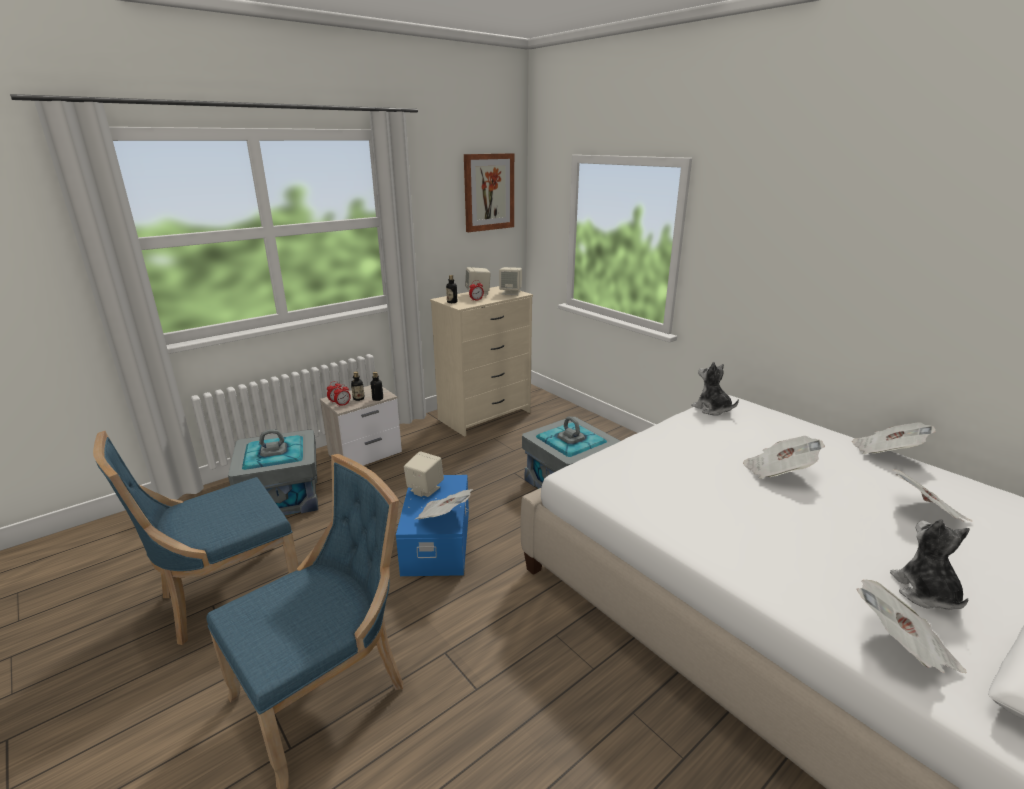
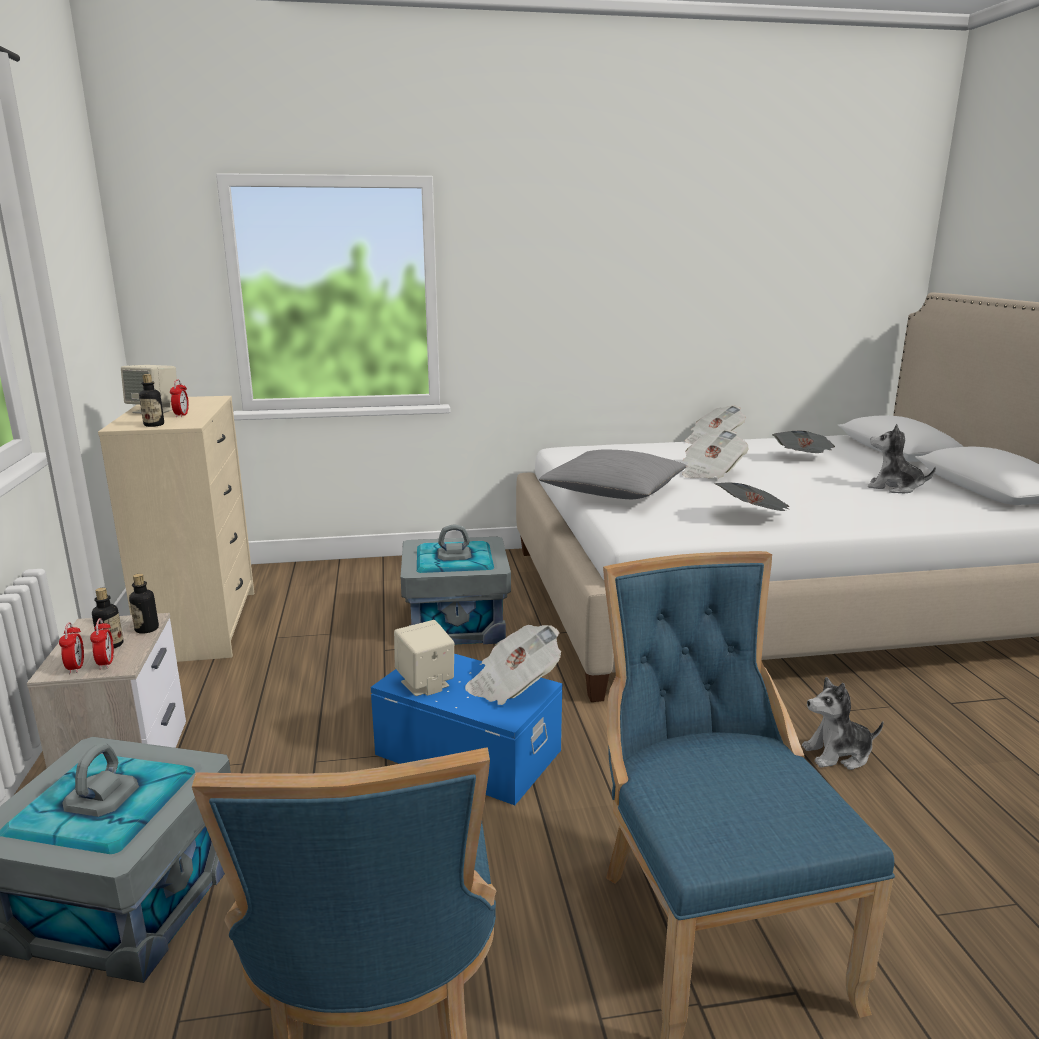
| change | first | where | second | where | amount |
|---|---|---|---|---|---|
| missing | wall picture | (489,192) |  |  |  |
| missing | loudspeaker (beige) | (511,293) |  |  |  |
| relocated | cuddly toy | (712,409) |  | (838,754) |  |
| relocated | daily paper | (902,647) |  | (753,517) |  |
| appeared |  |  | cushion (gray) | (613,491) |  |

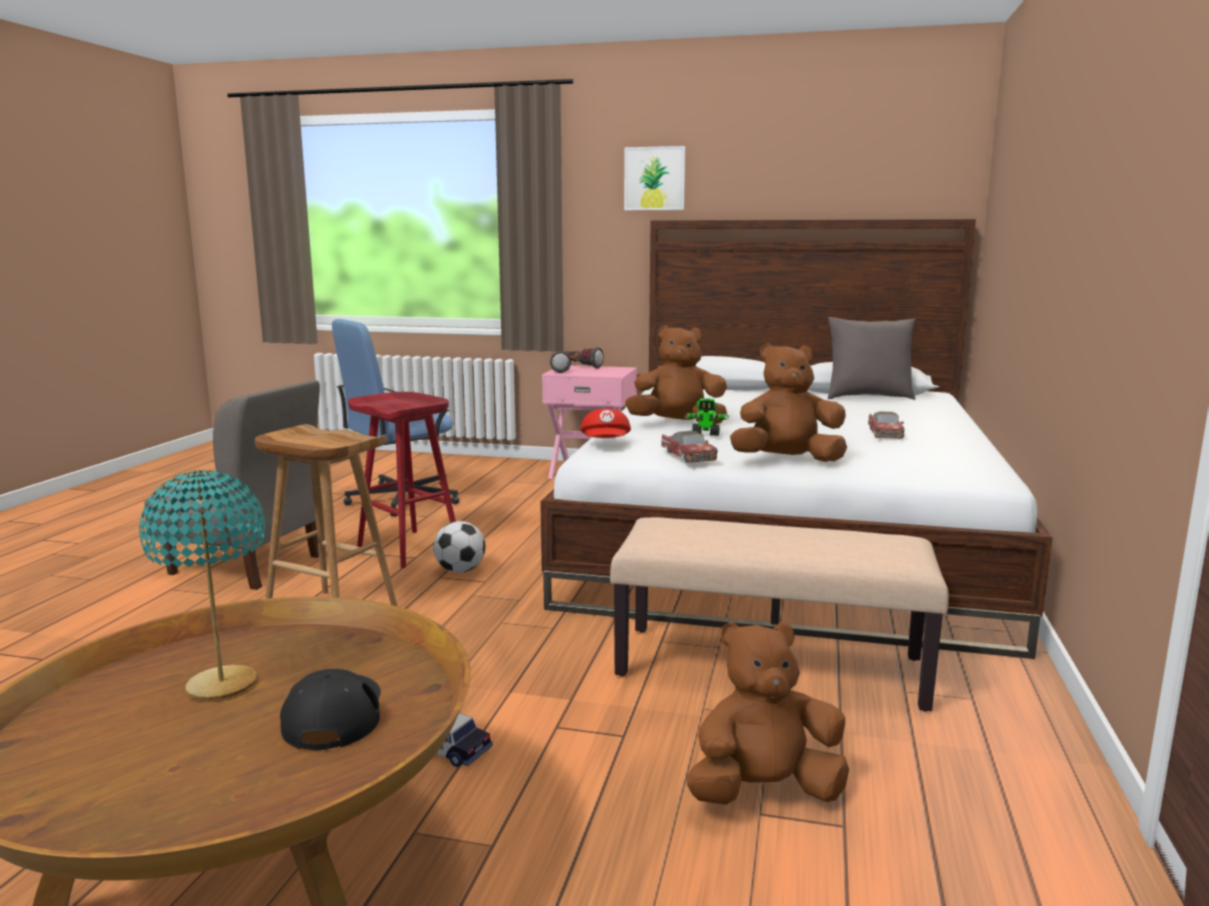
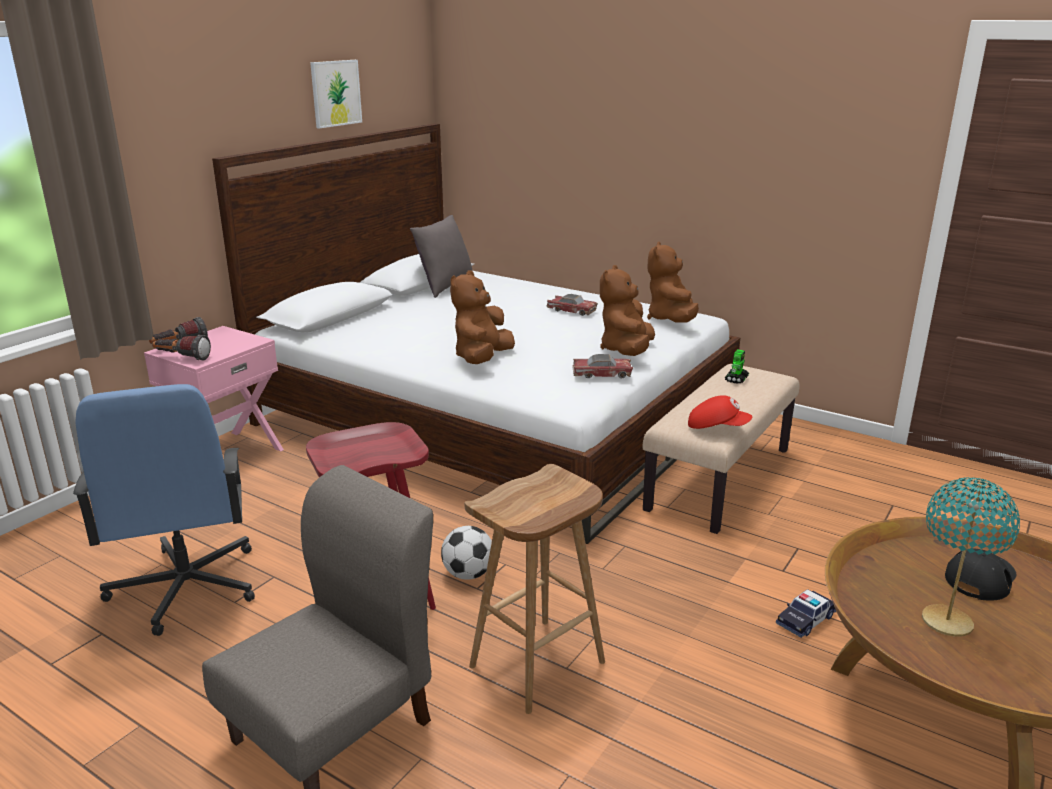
| change | first | where | second | where | amount |
|---|---|---|---|---|---|
| spun | cap (black) | (334,714) |  | (981,577) | 120 degrees clockwise |
| relocated | cap (red) | (606,444) |  | (717,427) |  |
| relocated | wall picture | (654,178) |  | (335,93) |  |
| relocated | toy robot | (706,434) |  | (736,379) |  |
| relocated | cuddly toy (brown-coloured) | (764,792) |  | (671,319) |  |

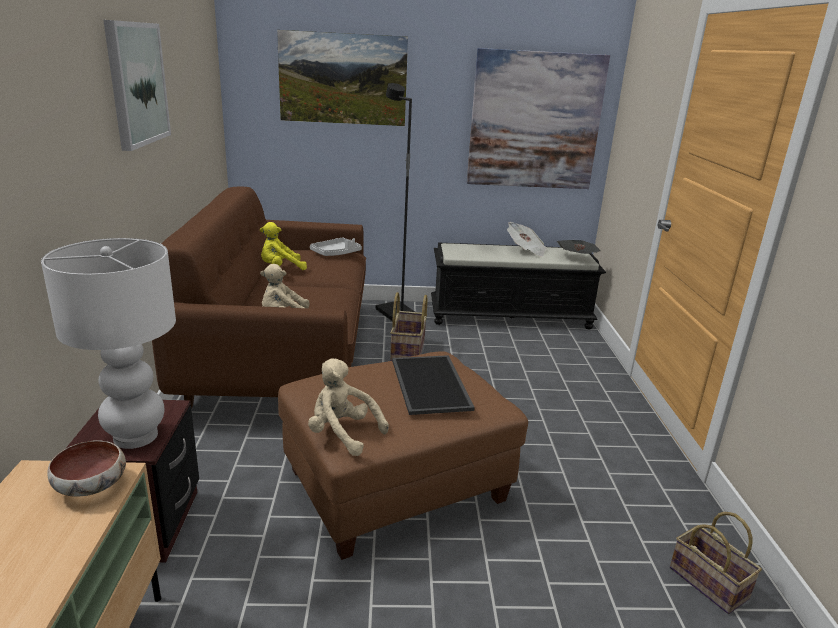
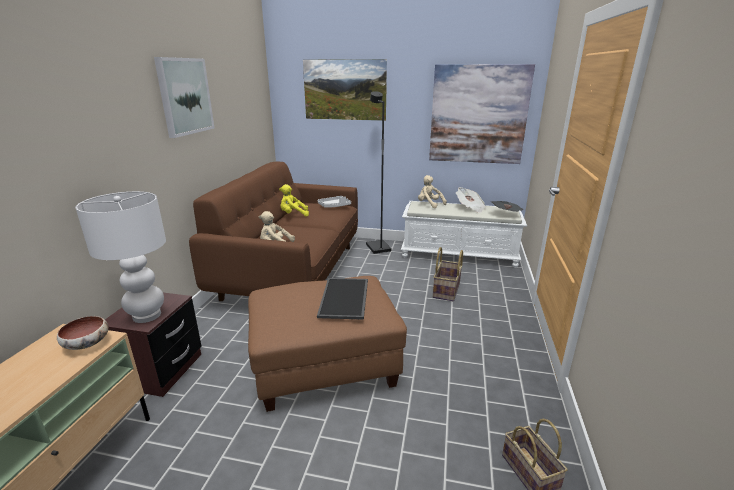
| change | first | where | second | where | amount |
|---|---|---|---|---|---|
| relocated | cuddly toy (beige) | (342,434) |  | (429,204) |  |
| relocated | storage basket | (408,351) |  | (447,290) |  |
| colour | indoor bench (black) | (511,316) | indoor bench (whitish) | (459,254) |  |

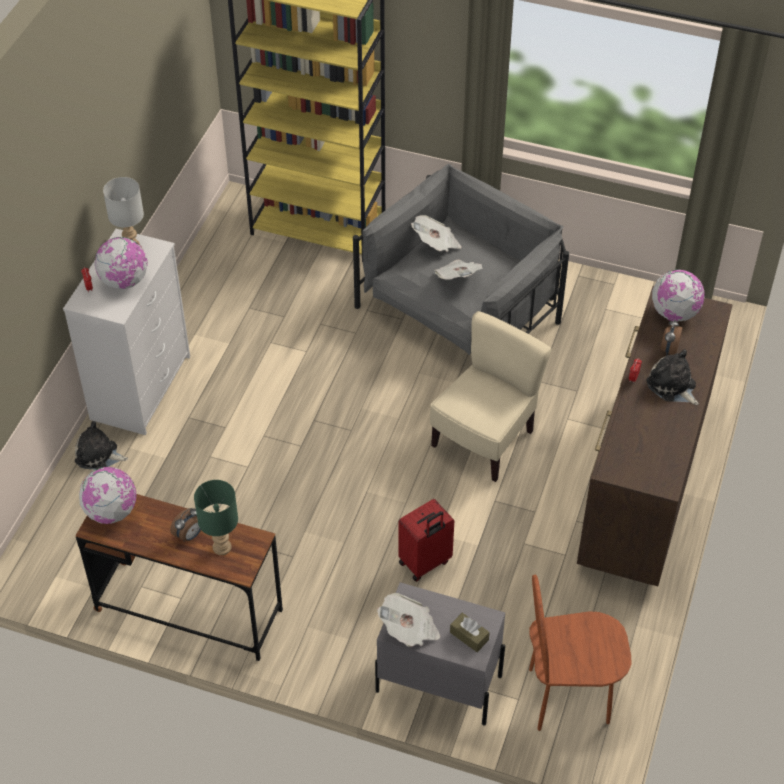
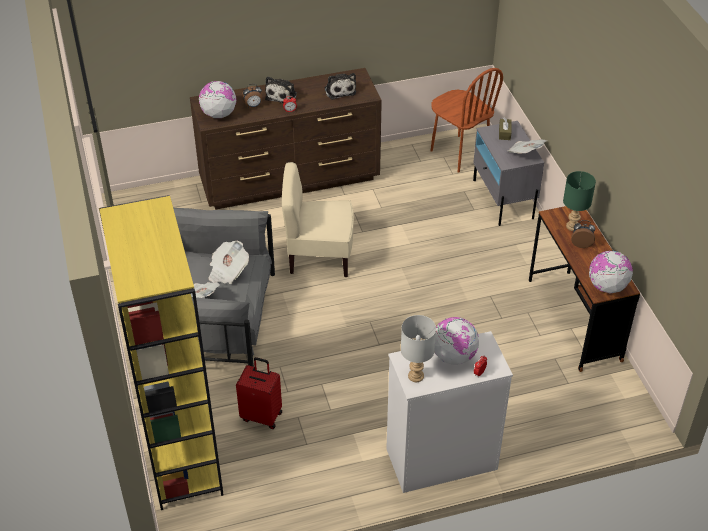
| change | first | where | second | where | amount |
|---|---|---|---|---|---|
| relocated | cuddly toy | (99,455) |  | (339,90) |  |
| relocated | suitcase (red) | (425,563) |  | (262,415) |  |

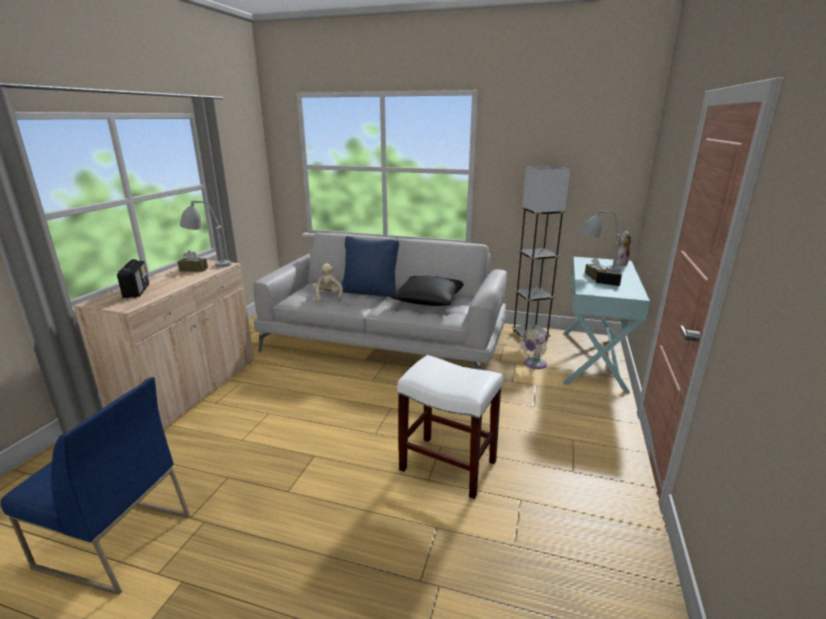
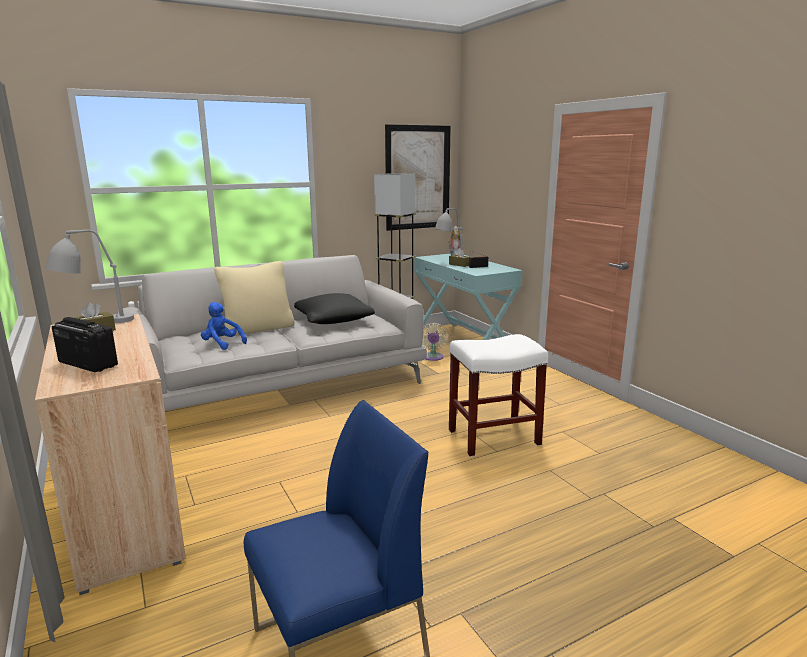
| change | first | where | second | where | amount |
|---|---|---|---|---|---|
| colour | cuddly toy (beige) | (328,297) | cuddly toy (blue-coloured) | (222,344) |  |
| colour | cushion (blue-coloured) | (370,292) | cushion (beige) | (258,329) |  |
| appeared |  |  | wall picture | (418,178) |  |

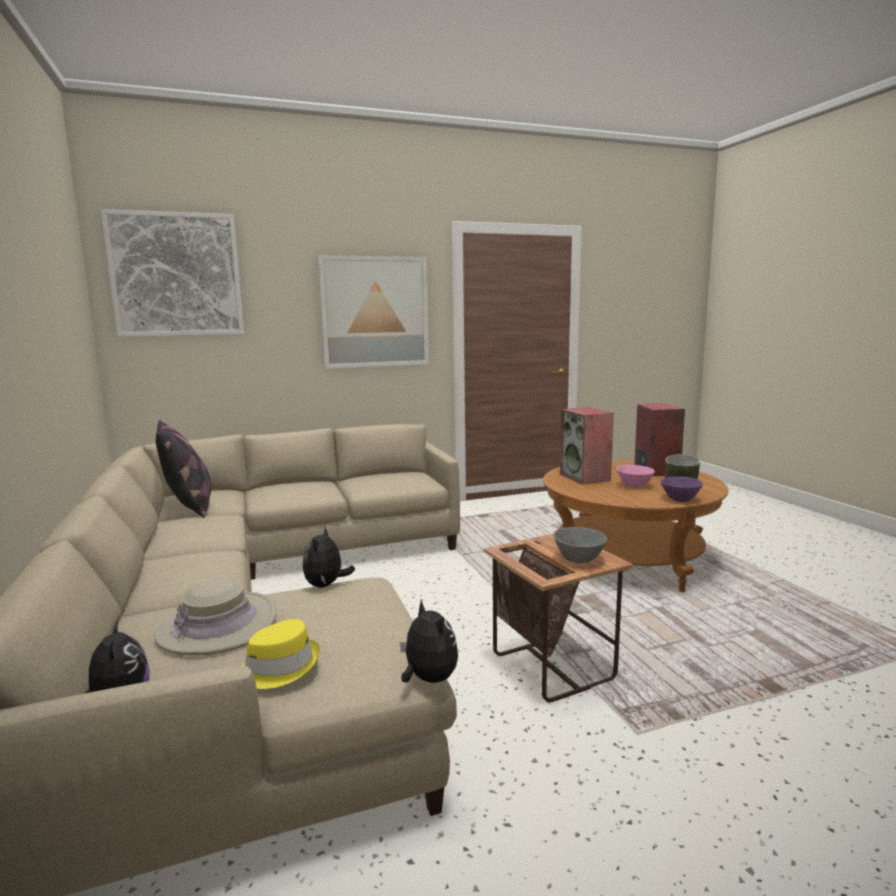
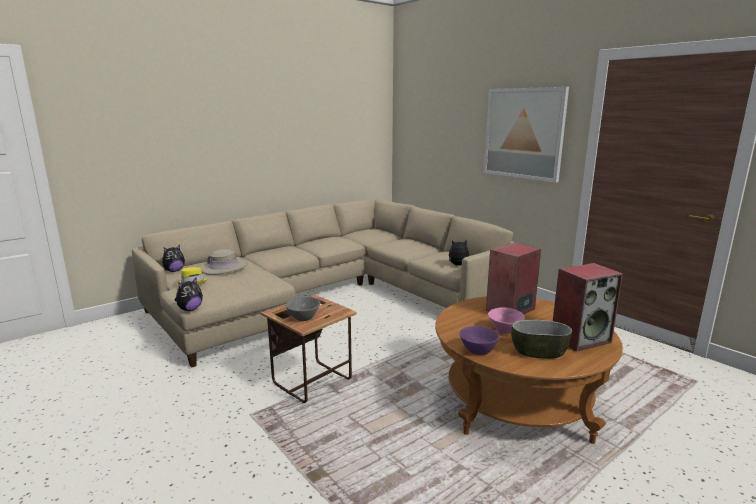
| change | first | where | second | where | amount |
|---|---|---|---|---|---|
| missing | wall picture | (176,275) |  |  |  |
| missing | cushion | (189,506) |  |  |  |
| relocated | cuddly toy | (326,585) |  | (458,265) |  |

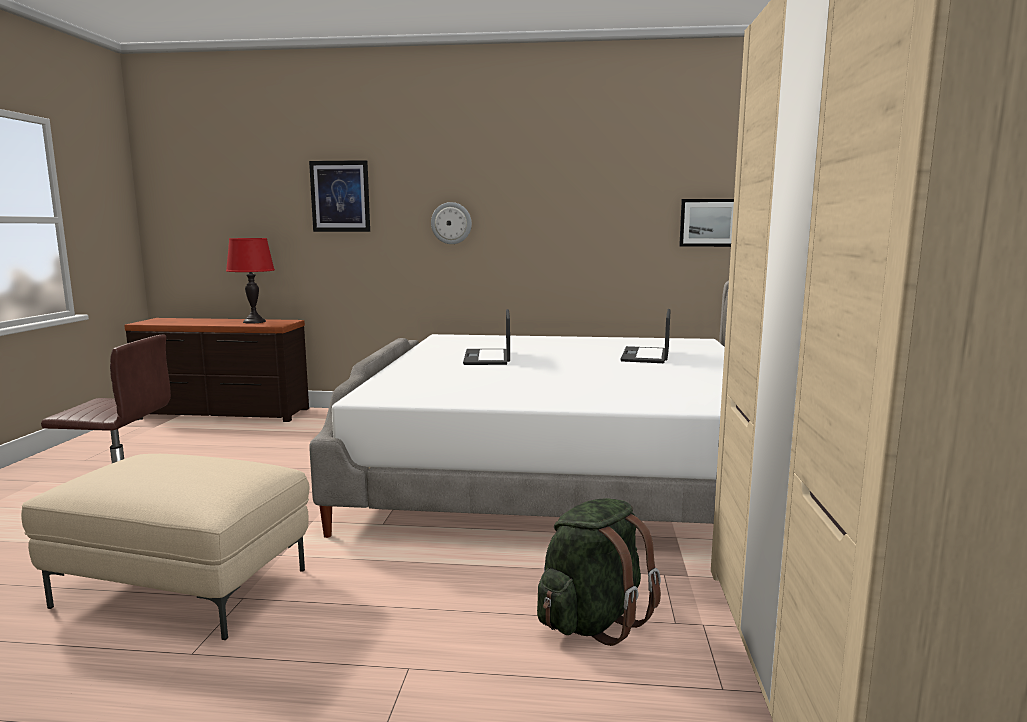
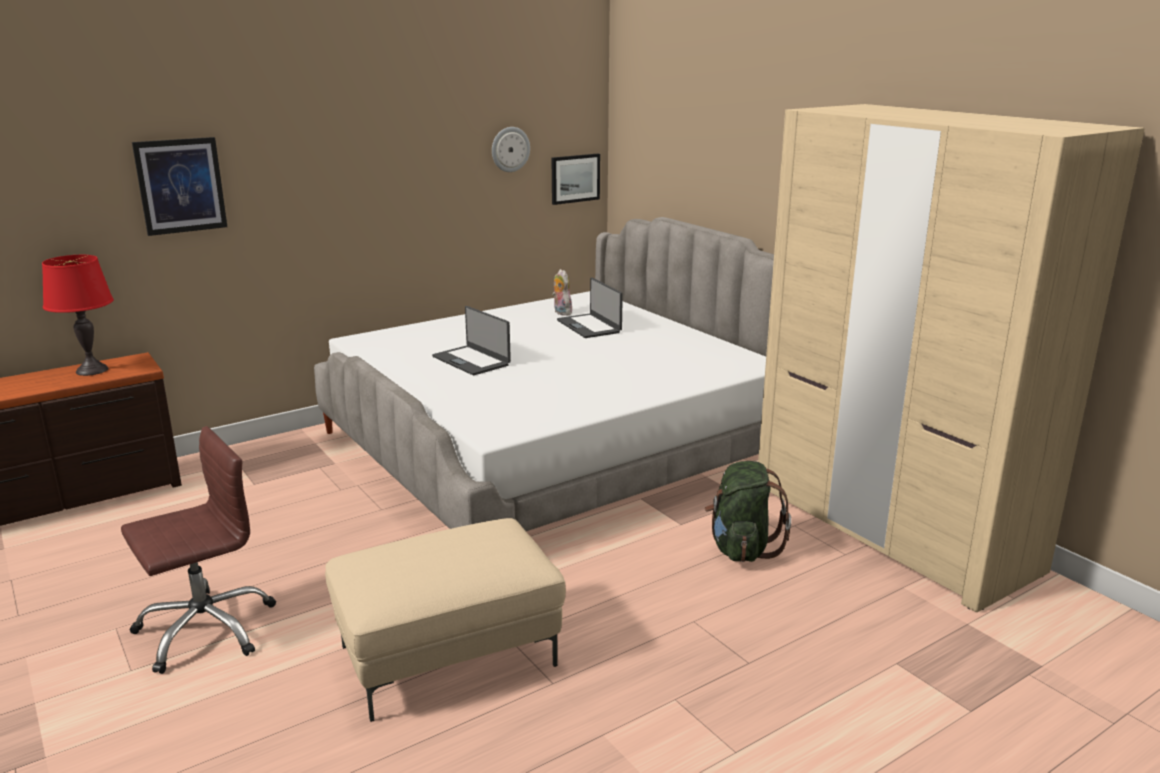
| change | first | where | second | where | amount |
|---|---|---|---|---|---|
| relocated | hanging clock | (451,223) |  | (510,149) |  |
| appeared |  |  | cuddly toy | (561,312) |  |

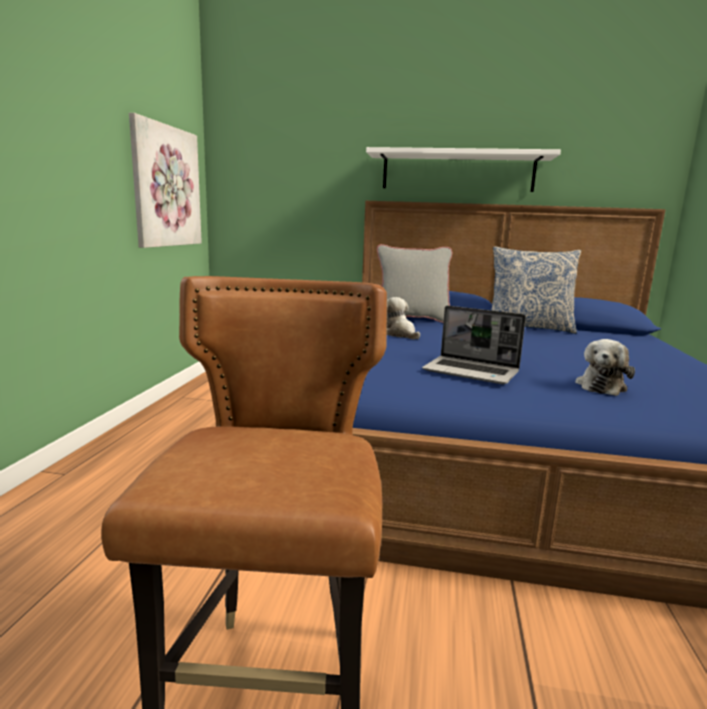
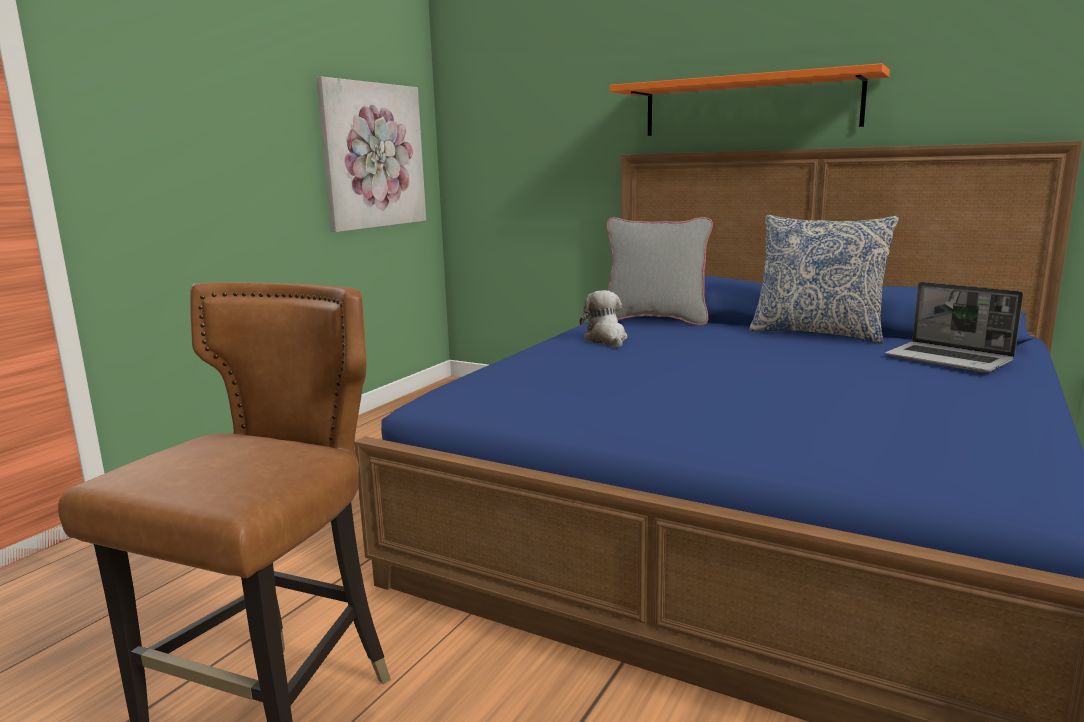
| change | first | where | second | where | amount |
|---|---|---|---|---|---|
| colour | wall shelf (whitish) | (457,172) | wall shelf (orange) | (749,106) |  |
| relocated | notebook computer | (472,372) |  | (950,359) |  |
| missing | cuddly toy | (601,386) |  |  |  |

